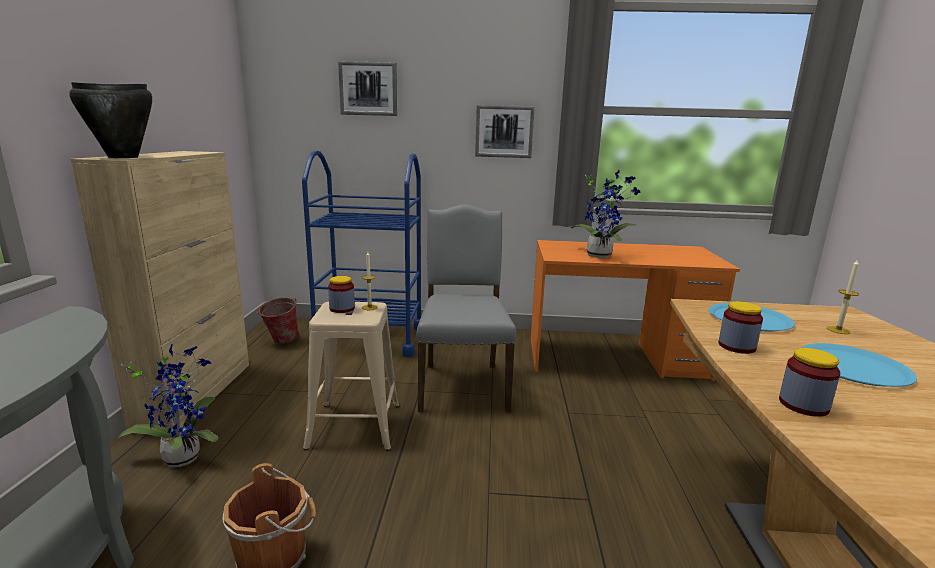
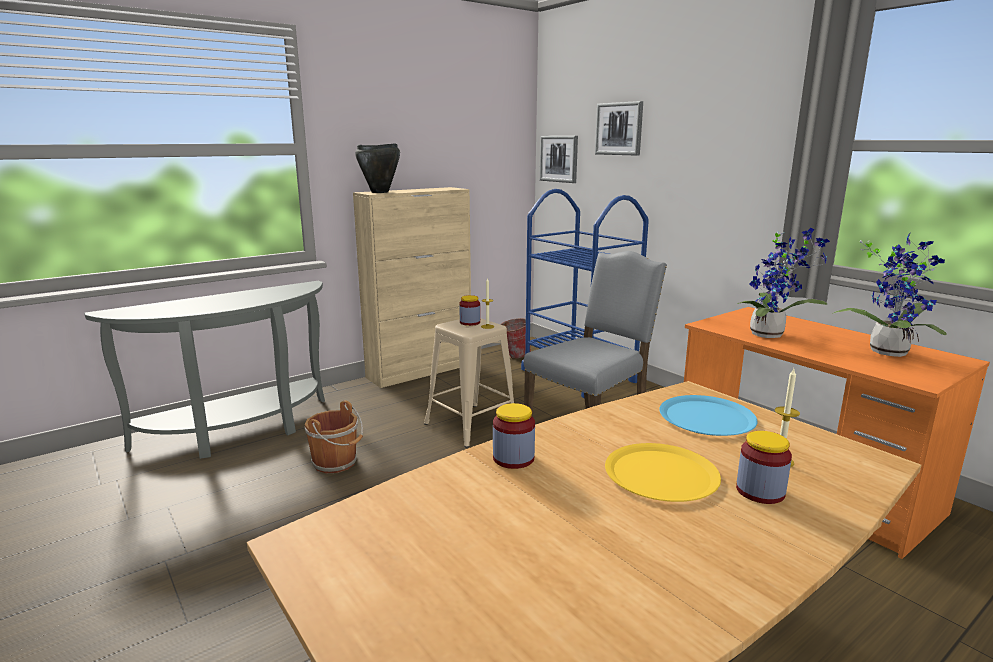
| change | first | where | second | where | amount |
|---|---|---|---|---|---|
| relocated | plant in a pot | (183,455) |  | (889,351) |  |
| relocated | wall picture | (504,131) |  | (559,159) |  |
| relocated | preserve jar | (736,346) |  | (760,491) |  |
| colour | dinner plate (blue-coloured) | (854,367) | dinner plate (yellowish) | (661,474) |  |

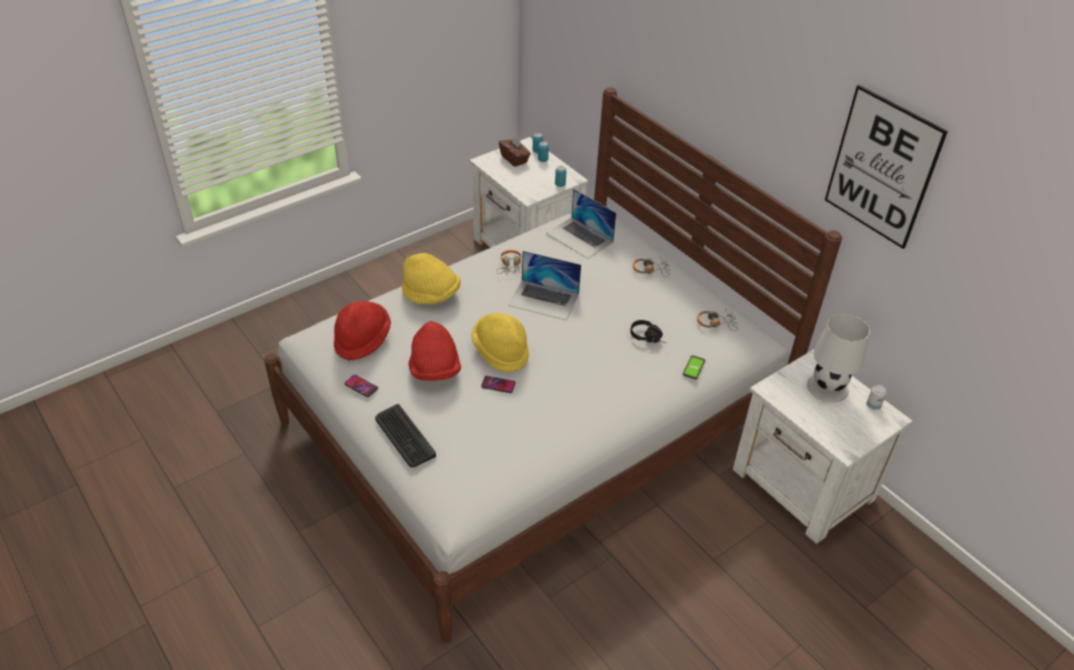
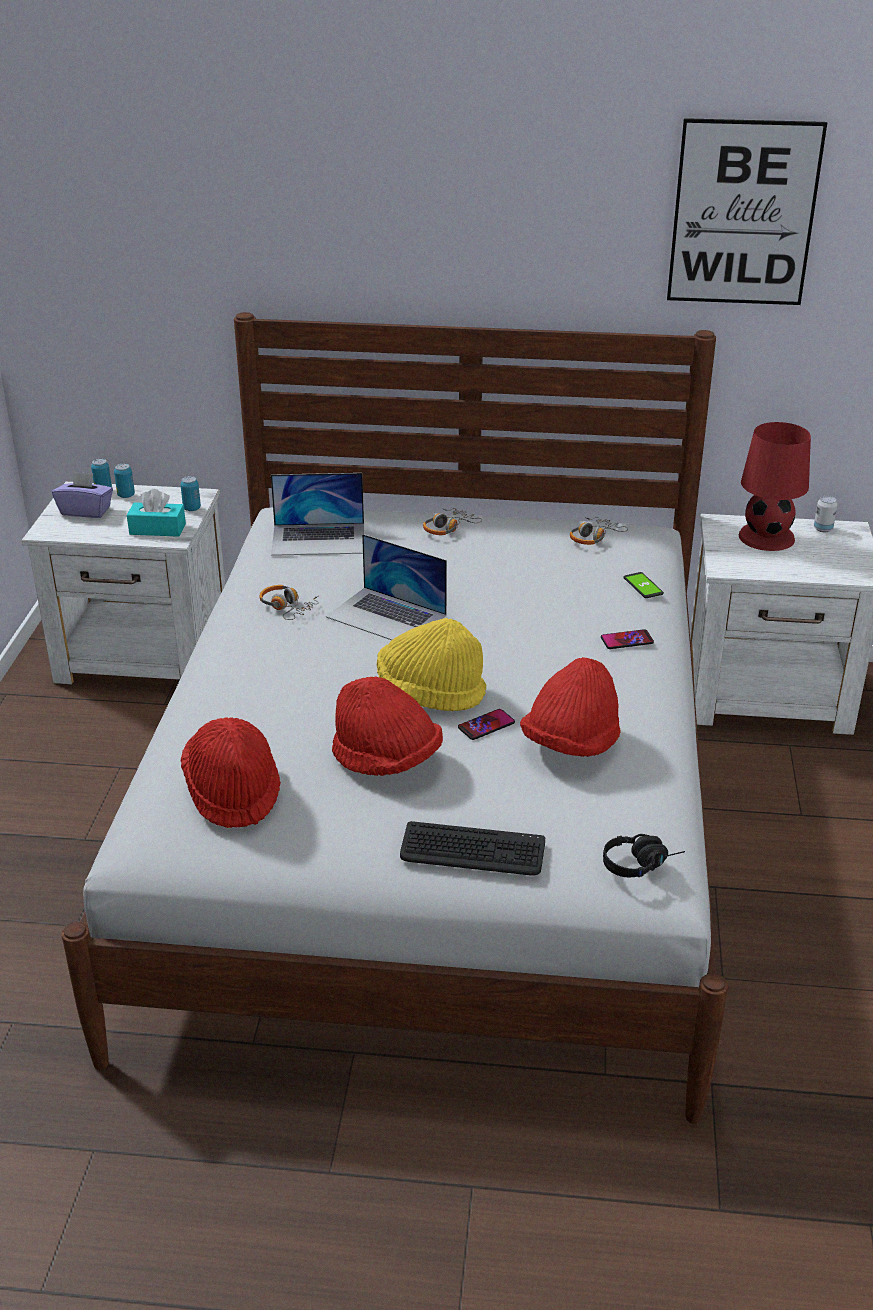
| change | first | where | second | where | amount |
|---|---|---|---|---|---|
| relocated | phone | (361,386) |  | (627,640) |  |
| missing | hat (yellowish) | (431,295) |  |  |  |
| colour | tissue box (brown-coloured) | (514,159) | tissue box (purple-coloured) | (86,511) |  |
| spun | notebook computer | (544,299) |  | (387,616) | 60 degrees clockwise |
| relocated | headphones (black) | (649,338) |  | (641,863) |  |
| colour | lamp for a table (whitish) | (828,387) | lamp for a table (red) | (766,537) |  |
| appeared |  |  | tissue box (turquoise-coloured) | (157,529) |  |
| appeared |  |  | hat (red) | (571,744) |  |

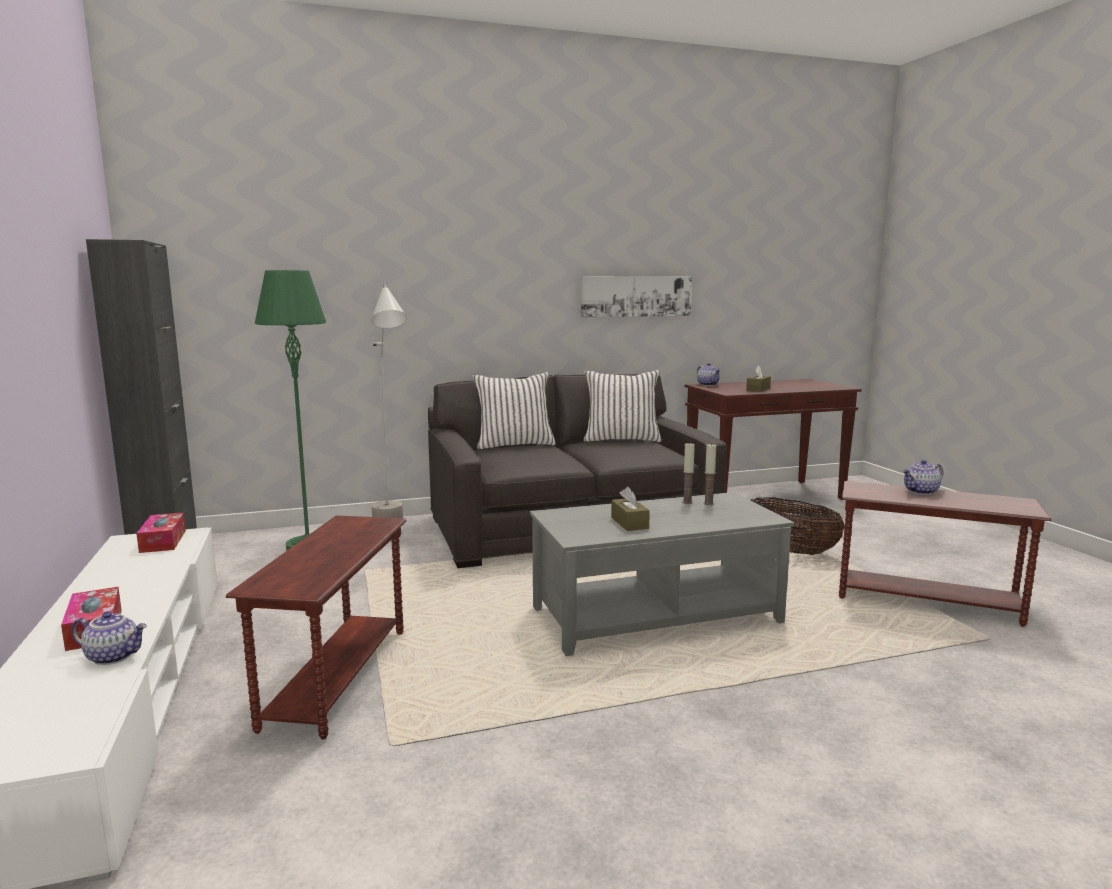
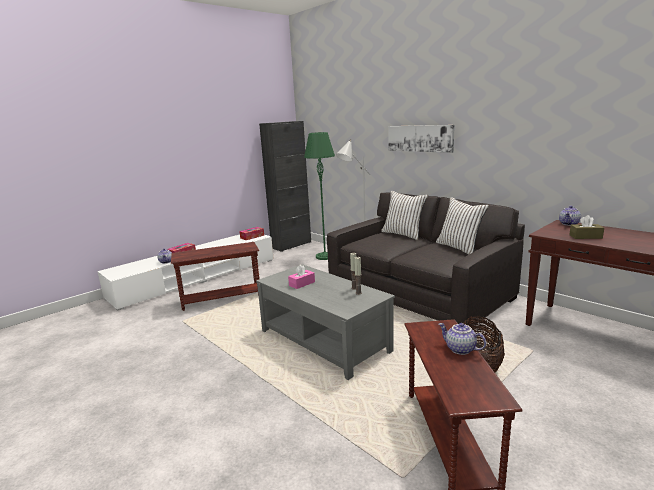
| change | first | where | second | where | amount |
|---|---|---|---|---|---|
| relocated | wall picture | (635,296) |  | (420,138) |  |
| colour | tissue box (brown-coloured) | (629,523) | tissue box (pinkish) | (302,284) |  |

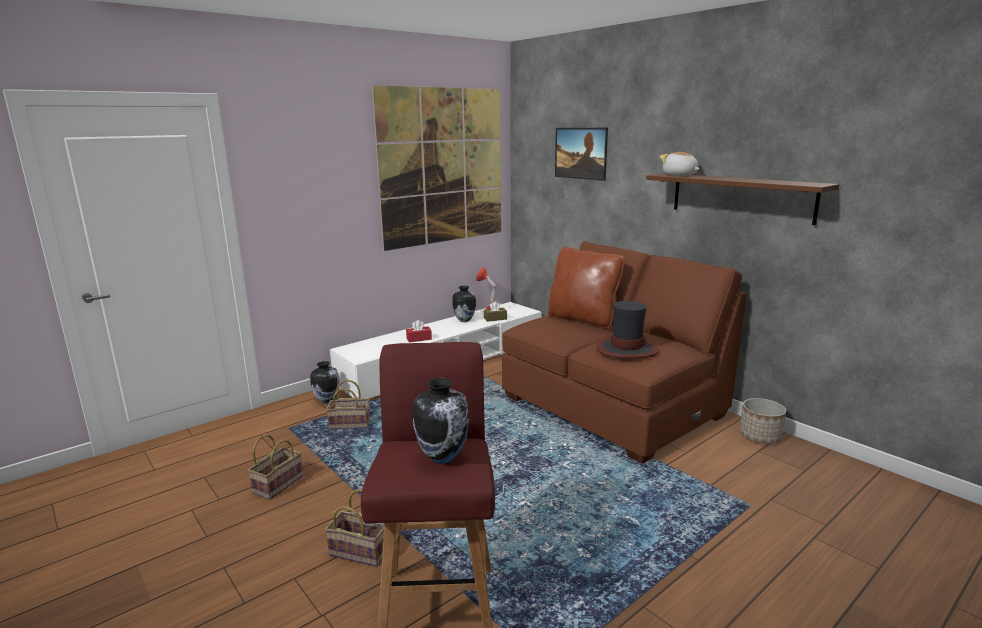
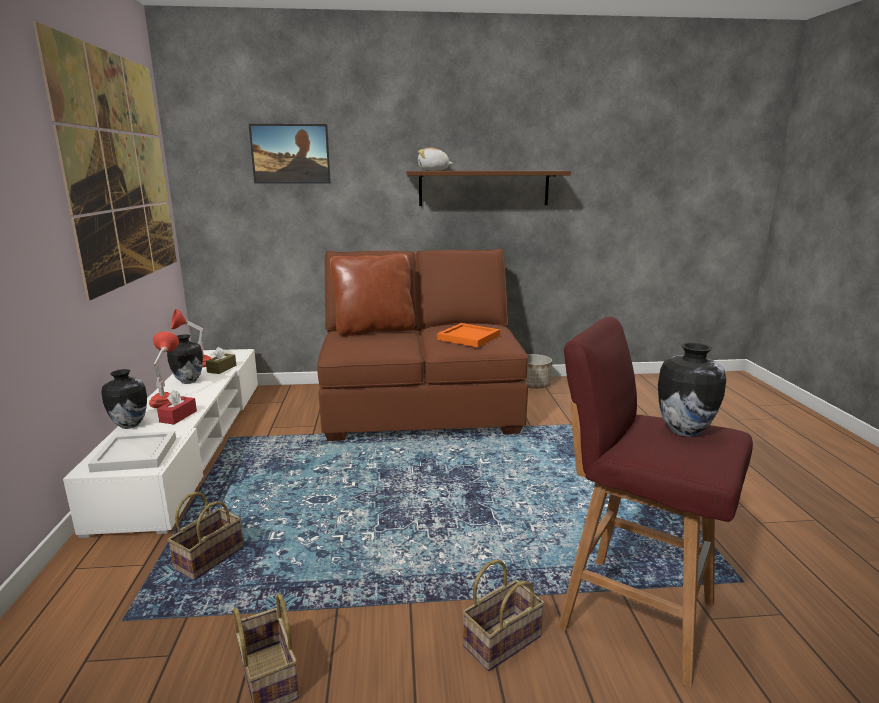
| change | first | where | second | where | amount |
|---|---|---|---|---|---|
| relocated | flower vase | (327,401) |  | (129,425) |  |
| exchanged | hat | (626,349) | carrying tray (orange) | (467,337) |  |
| appeared |  |  | carrying tray (whitish) | (134,454) |  |
| appeared |  |  | lamp for a table (red) | (167,400) |  |

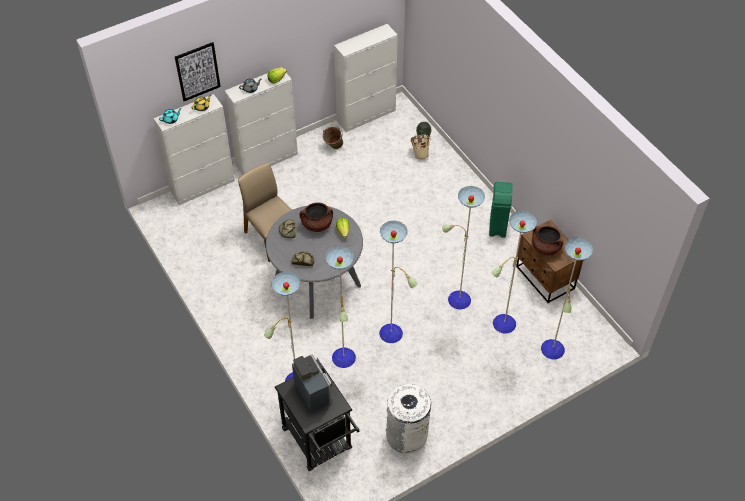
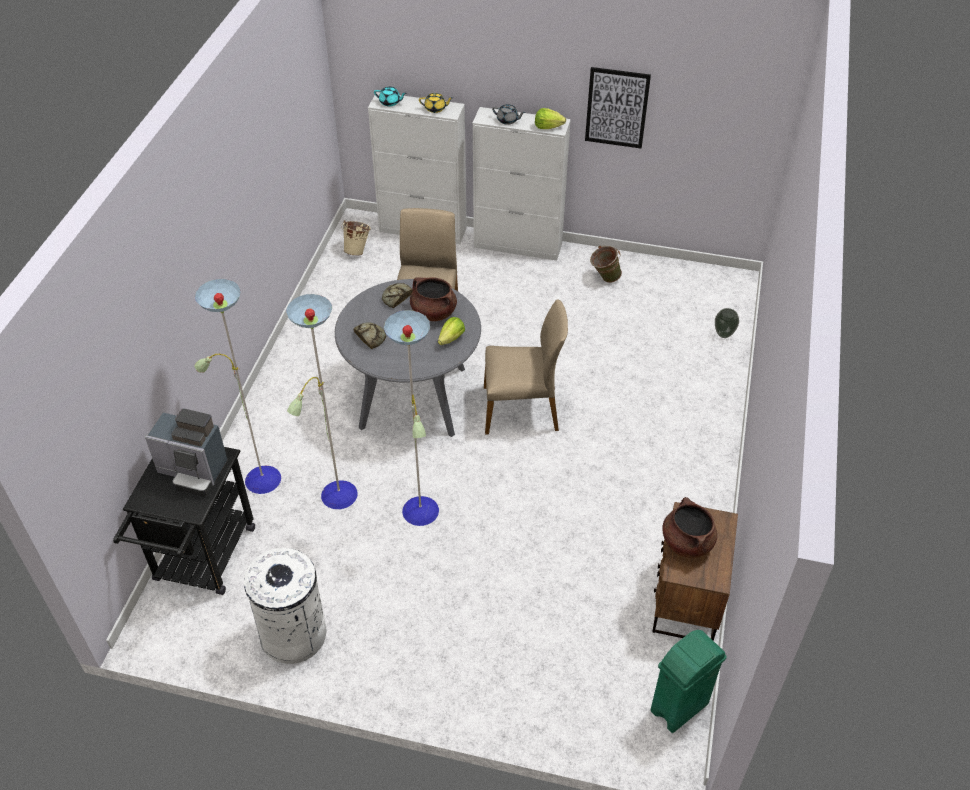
| change | first | where | second | where | amount |
|---|---|---|---|---|---|
| relocated | wall picture | (197,71) |  | (617,108) |  |
| spun | coffee machine | (314,390) |  | (194,471) | 90 degrees clockwise |
| missing | cabinet (whitish) | (366,115) |  |  |  |
| relocated | pail (beige) | (420,154) |  | (357,250) |  |
| missing | standard lamp | (503,324) |  |  |  |
| relocated | rubbish bin (green-coloured) | (497,227) |  | (678,707) |  |
| appeared |  |  | chair (beige) | (521,409) |  |

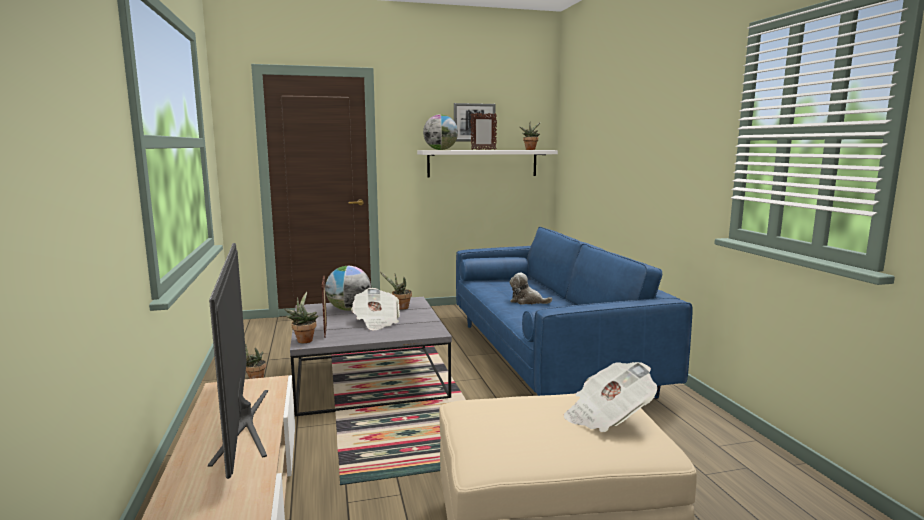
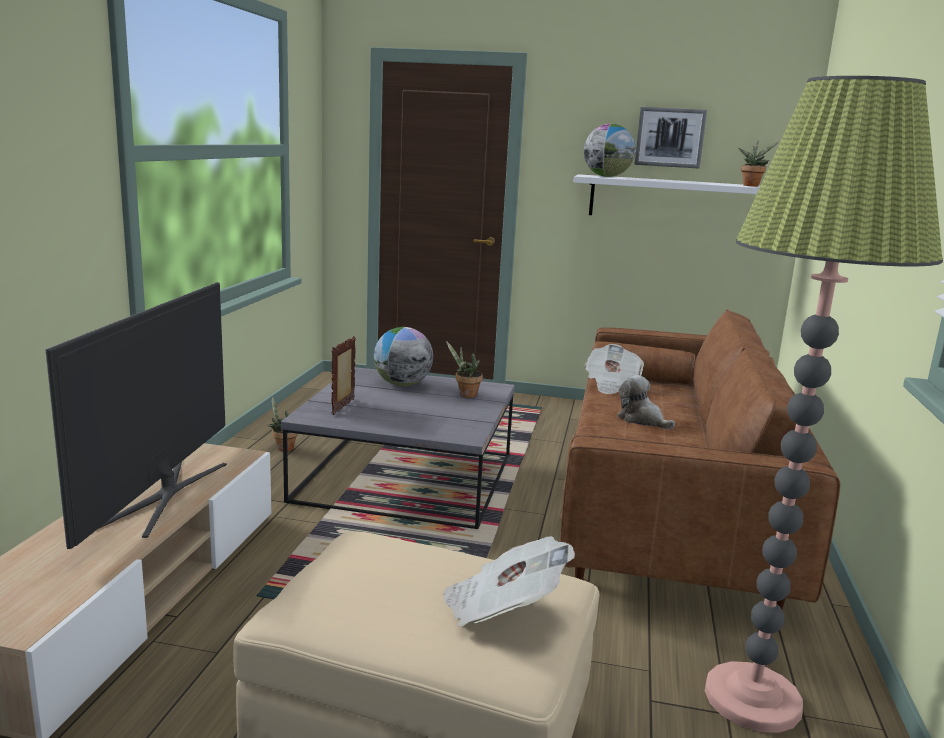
| change | first | where | second | where | amount |
|---|---|---|---|---|---|
| missing | plant in a pot | (304,340) |  |  |  |
| relocated | daily paper | (376,322) |  | (612,385) |  |
| colour | sofa (blue-coloured) | (547,356) | sofa (brown-coloured) | (668,507) |  |
| missing | standing frame | (483,149) |  |  |  |
| appeared |  |  | standard lamp | (752,699) |  |

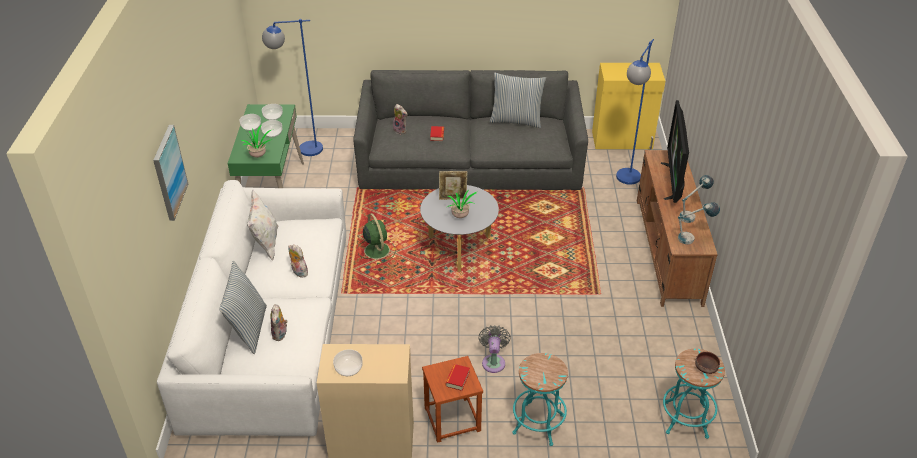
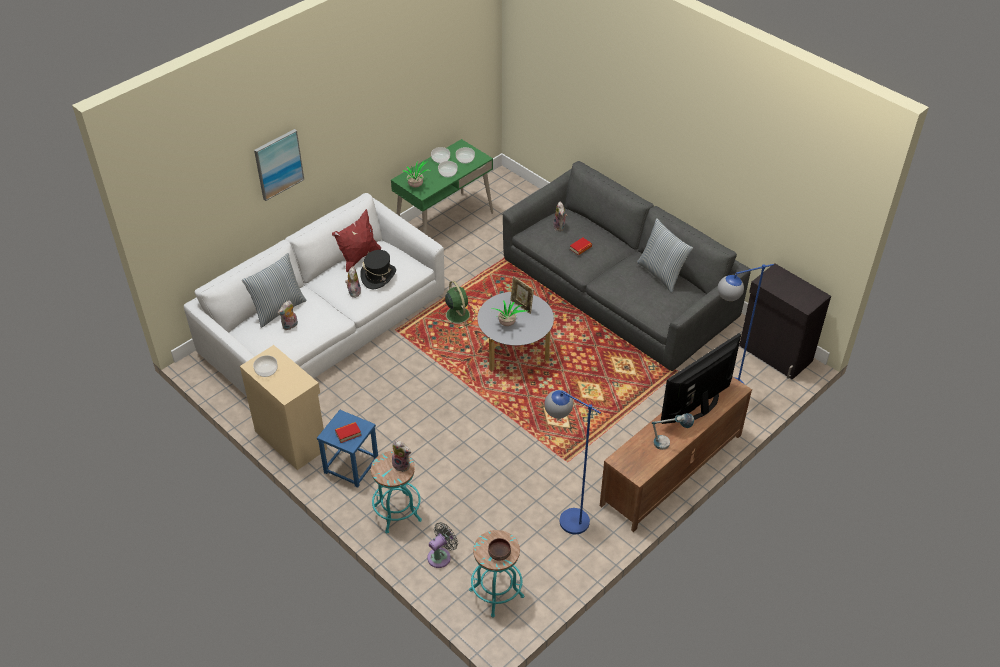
| change | first | where | second | where | amount |
|---|---|---|---|---|---|
| colour | cushion (whitish) | (266,244) | cushion (red) | (358,257) |  |
| relocated | standard lamp (blue-coloured) | (302,150) |  | (565,516) |  |
| spun | cooling fan (green-coloured) | (376,250) |  | (457,314) | 45 degrees counterclockwise |
| colour | sitting stool (brown-coloured) | (452,420) | sitting stool (blue-coloured) | (351,466) |  |
| relocated | cooling fan (gray) | (493,361) |  | (441,556) |  |
| colour | cabinet (yellowish) | (622,140) | cabinet (black) | (775,354) |  |
| missing | lamp for a table | (693,238) |  |  |  |
| appeared |  |  | hat (black) | (378,276) |  |
| appeared |  |  | cuddly toy | (402,465) |  |

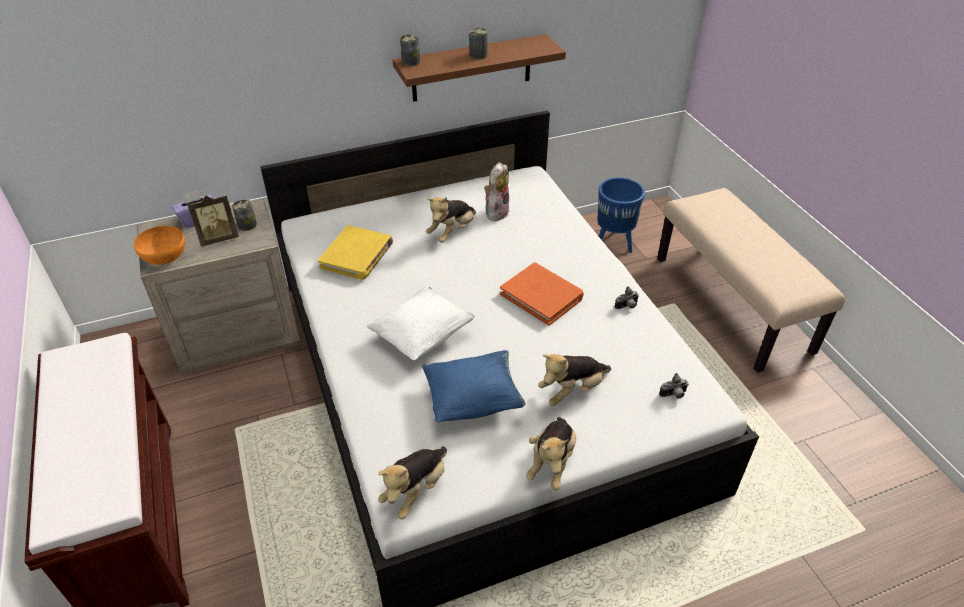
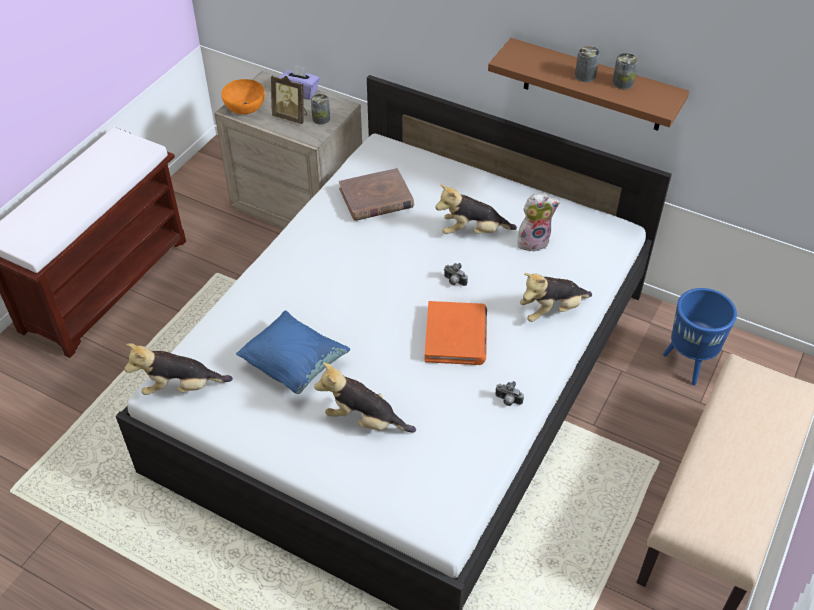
| change | first | where | second | where | amount |
|---|---|---|---|---|---|
| colour | bound book (yellowish) | (357,255) | bound book (brown-coloured) | (376,198) |  |
| missing | cushion (whitish) | (422,336) |  |  |  |
| relocated | sealed can | (411,62) |  | (622,83) |  |
| relocated | cuddly toy | (551,462) |  | (552,310) |  |
| relocated | still camera | (673,395) |  | (454,282) |  |

